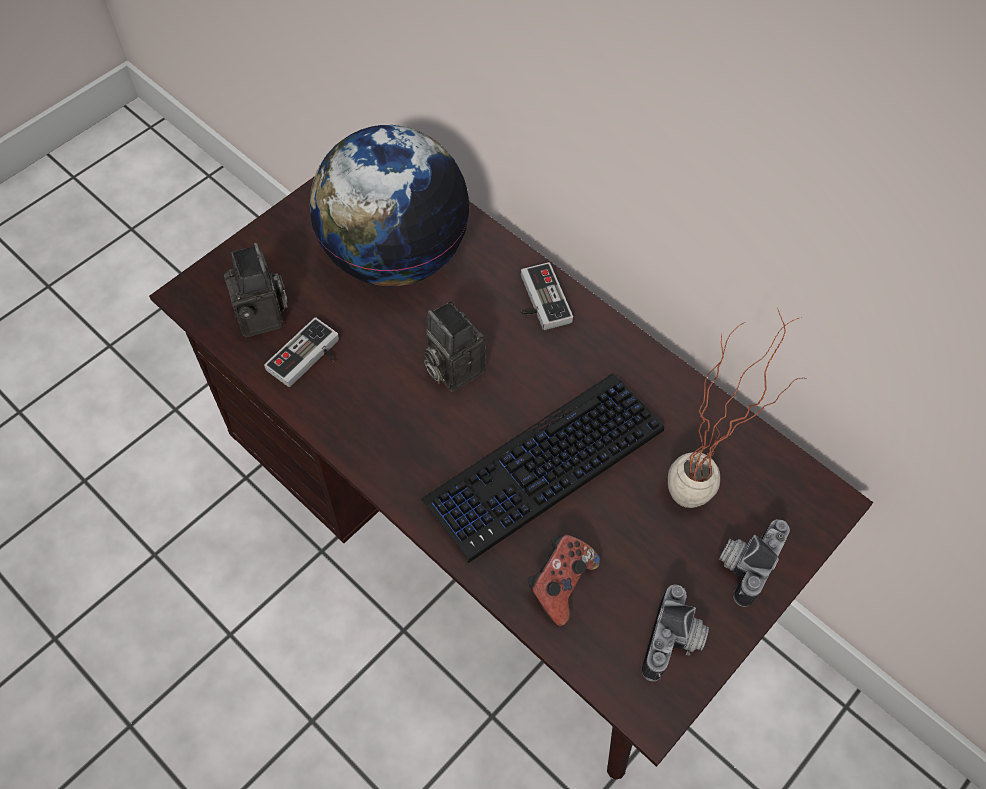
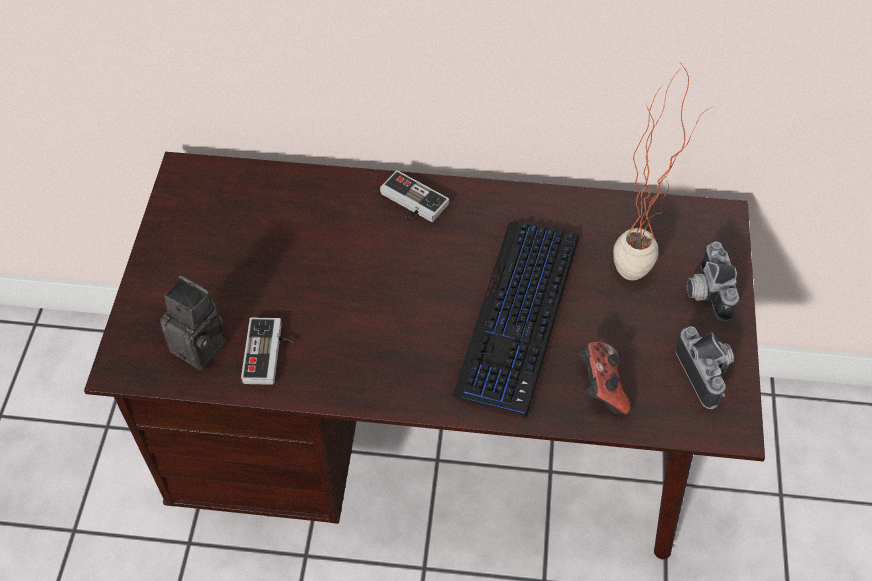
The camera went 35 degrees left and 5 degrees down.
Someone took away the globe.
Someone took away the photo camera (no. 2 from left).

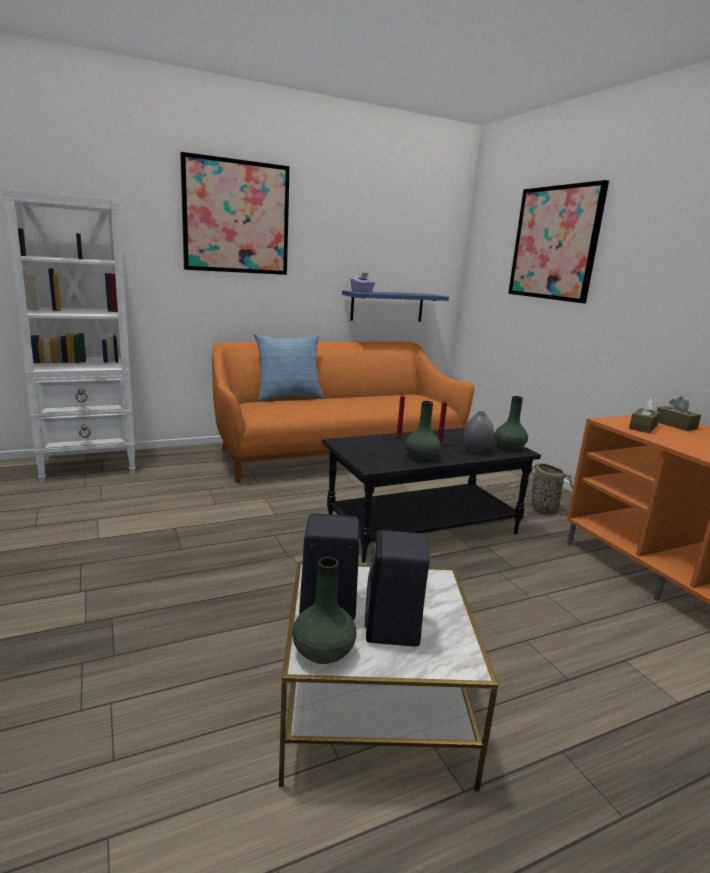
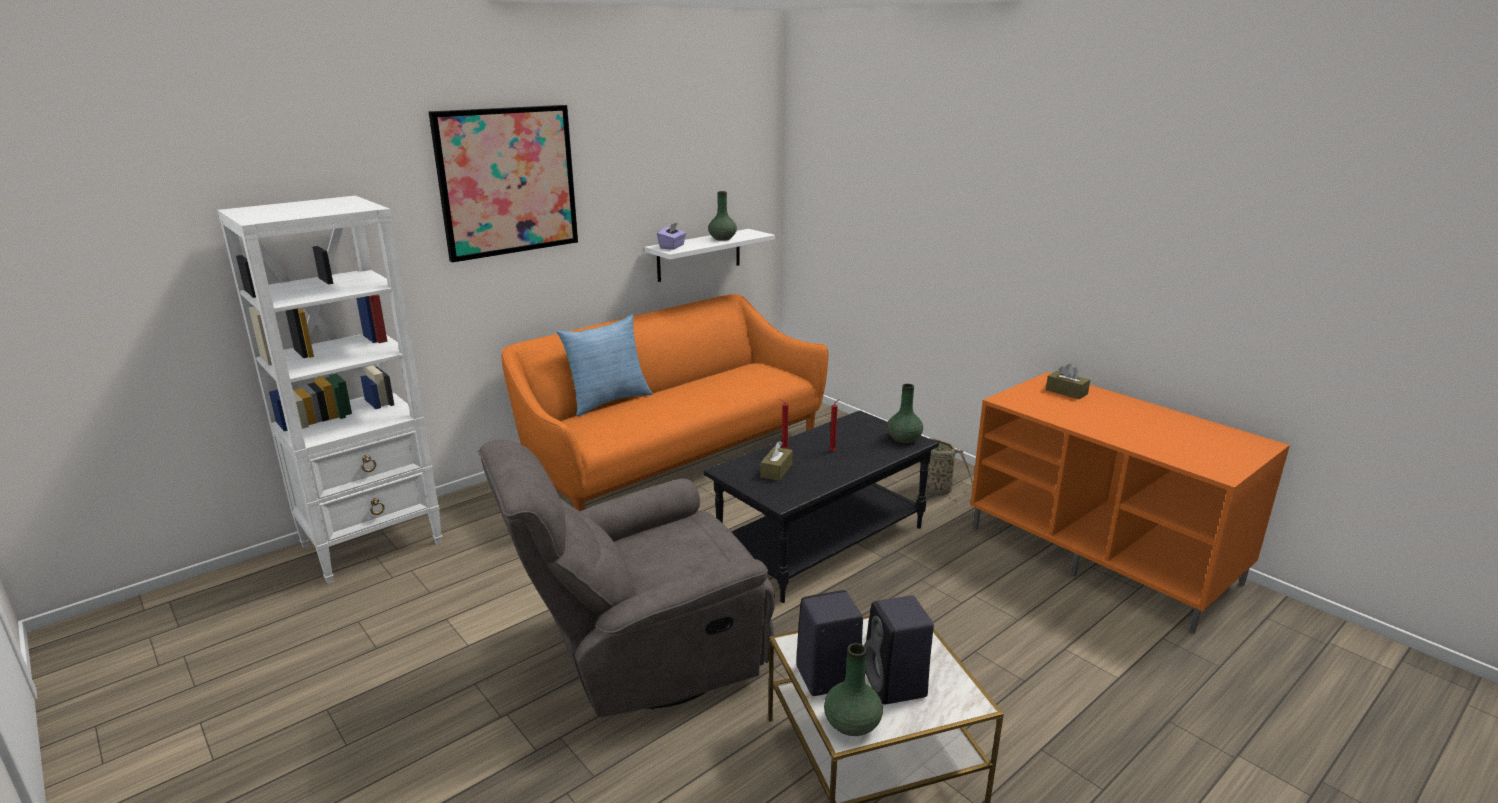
The camera went 15 degrees left and 5 degrees up.
Someone took away the grey vase.
Someone took away the picture (no. 2 from left).
Someone put down the grey armchair.
Someone carried the green vase (no. 2 from left in the first image).
Someone carried the brown tissue box (no. 1 from left).
Someone repainted the blue shelf, which became the white shelf.

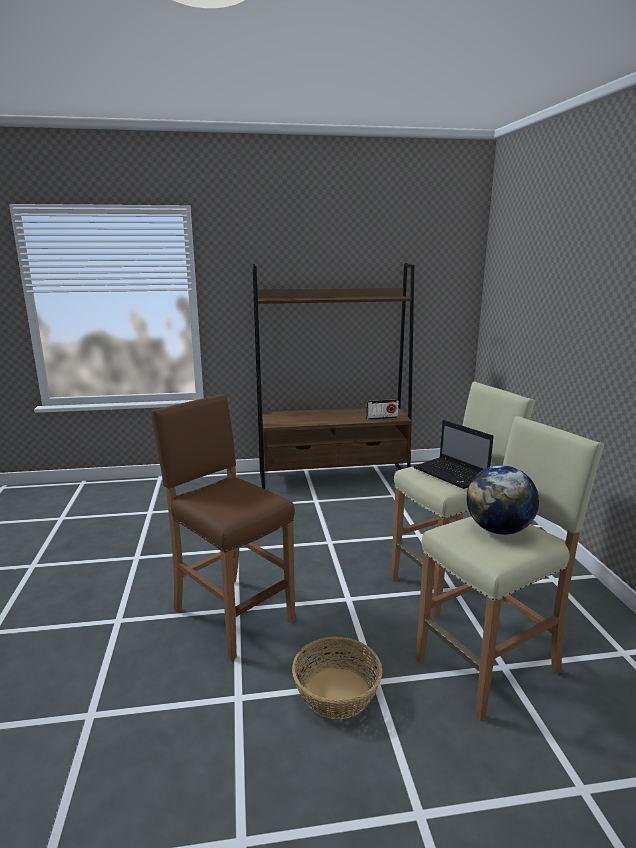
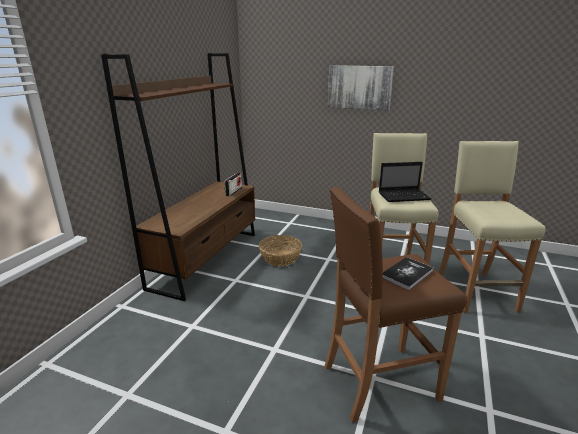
The camera went 60 degrees left and 5 degrees up.
Someone took away the globe.
Someone put up the picture.
Someone put down the book.
Someone carried the basket.

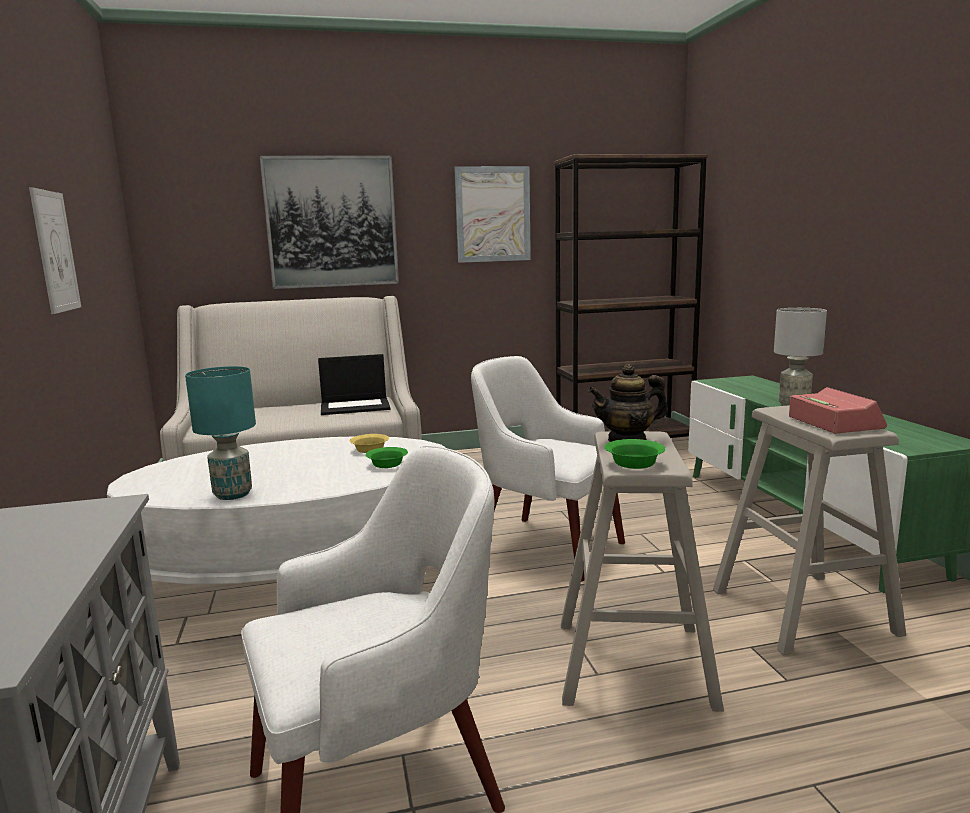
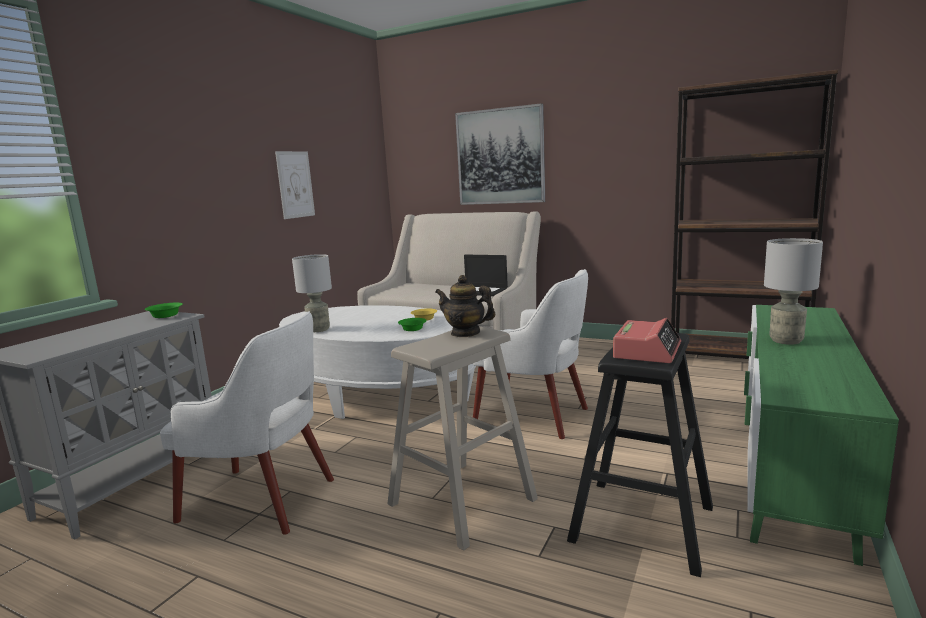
The camera went 40 degrees right and 0 degrees up.
Someone took away the picture (no. 3 from left).
Someone carried the green bowl (no. 2 from left in the first image).
Someone repainted the turquoise table lamp, which became the grey table lamp (no. 1 from left).
Someone repainted the beige stool (no. 2 from left), which became the black stool.
Someone rotated the white armchair (no. 2 from left) by 135 degrees clockwise.

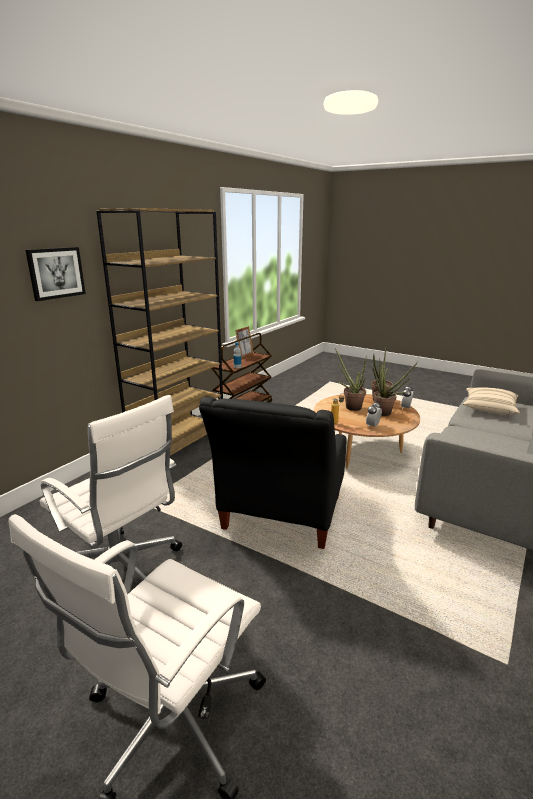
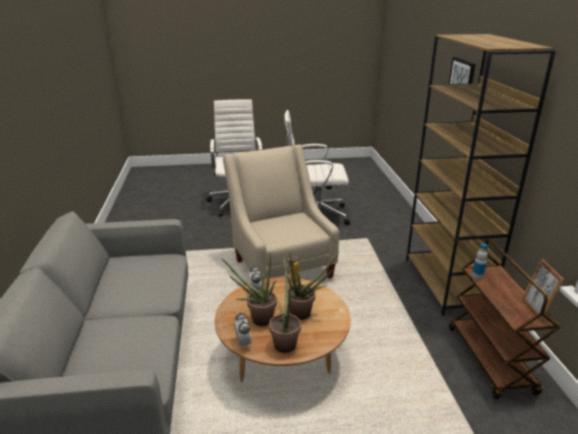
The camera went 140 degrees right and 5 degrees up.
Someone took away the beige pillow.
Someone repainted the black armchair, which became the beige armchair.

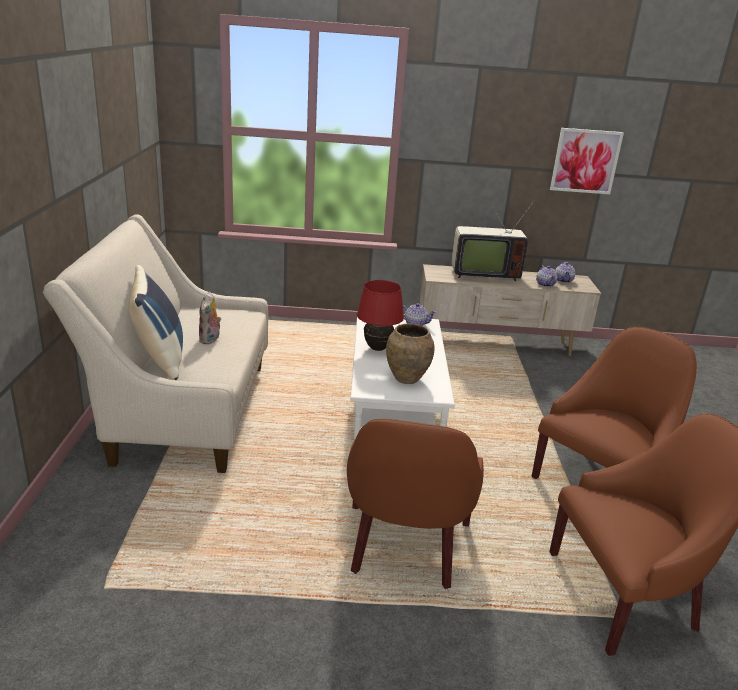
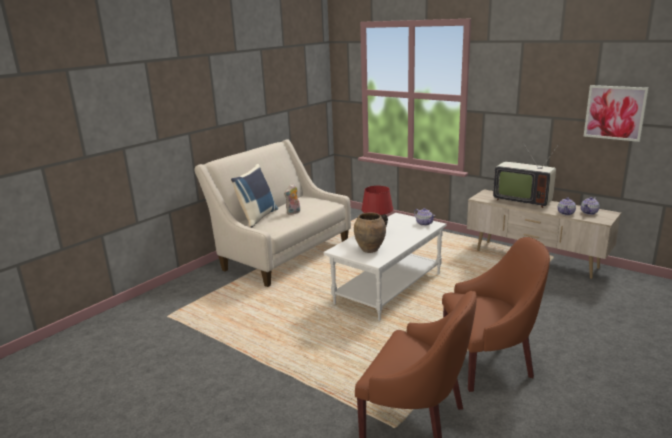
The camera went 40 degrees right and 5 degrees down.
Someone took away the brown armchair (no. 1 from left).

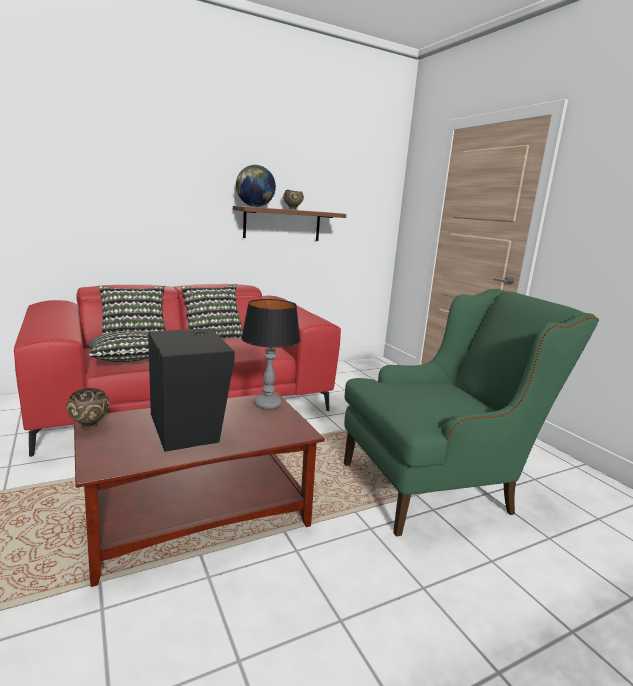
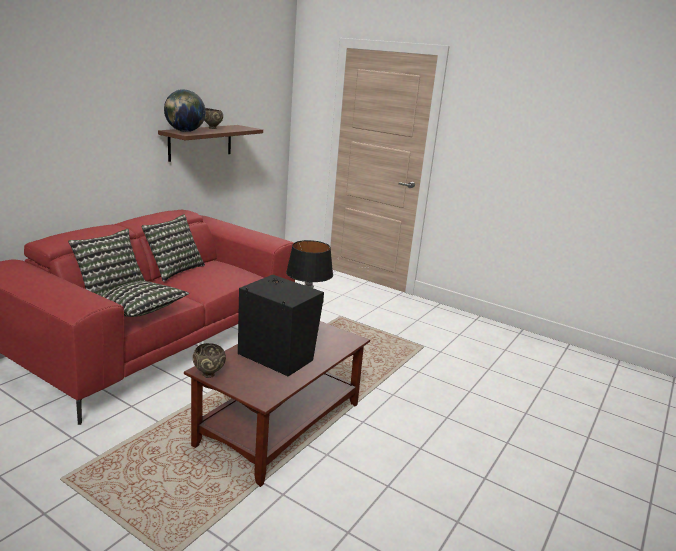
The camera went 30 degrees left and 5 degrees up.
Someone took away the green armchair.

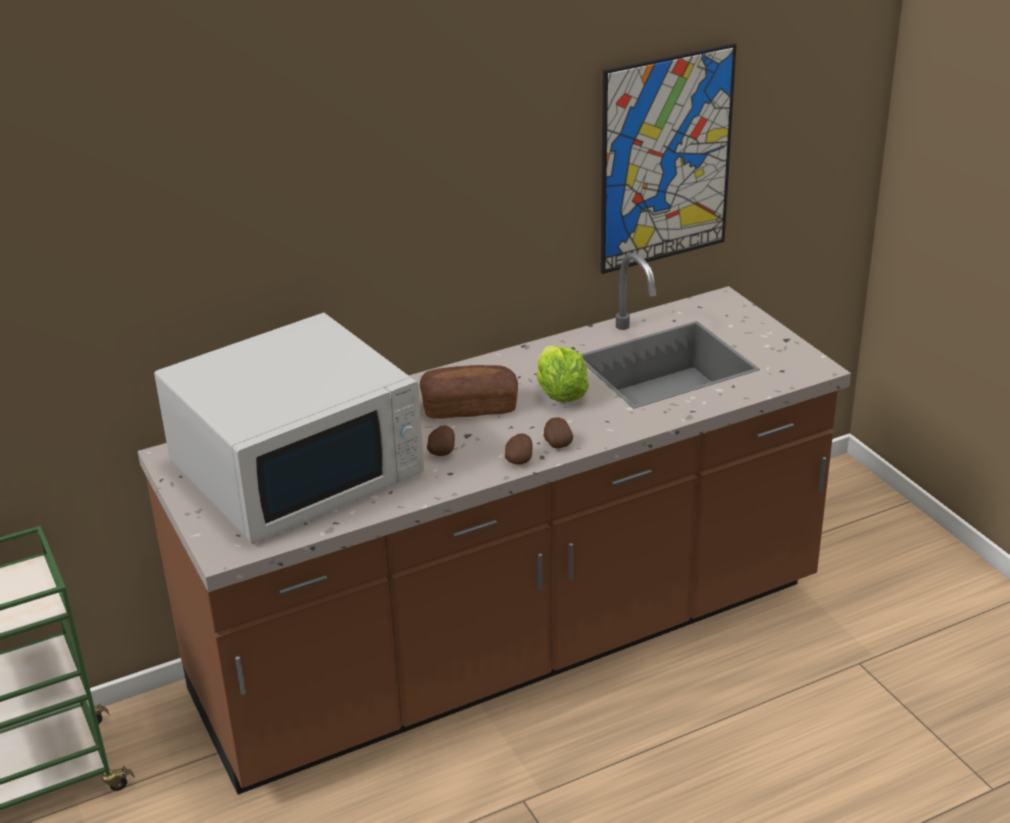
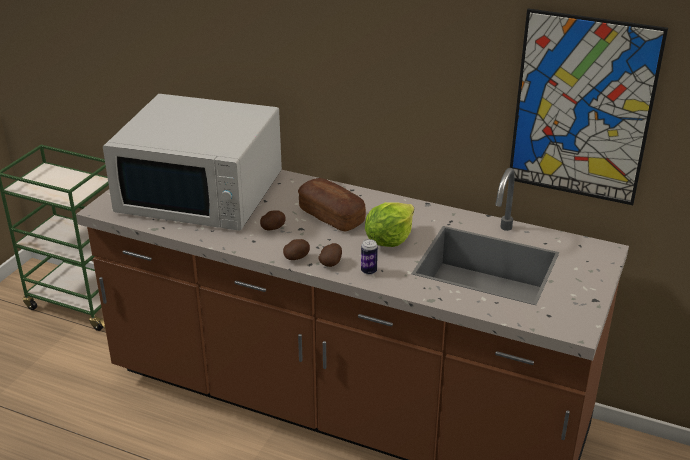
The camera went 50 degrees right and 0 degrees up.
Someone put down the can.

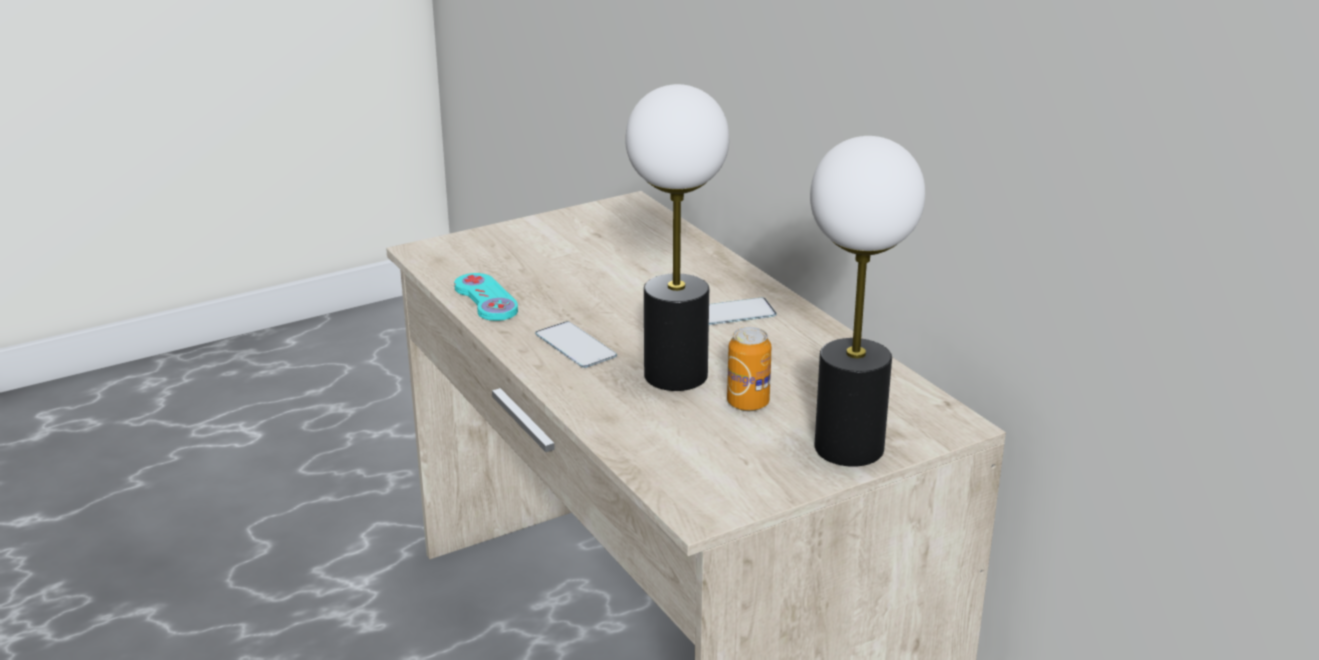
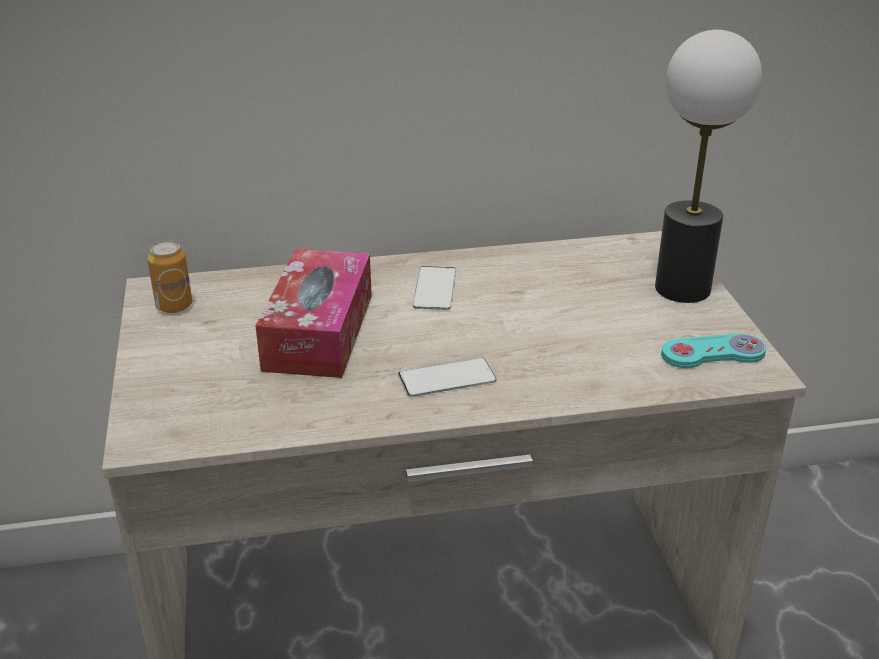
The camera went 70 degrees left and 5 degrees up.
Someone took away the table lamp (no. 1 from left).
Someone put down the tissue box.
Someone carried the turquoise game controller.
Someone carried the can.

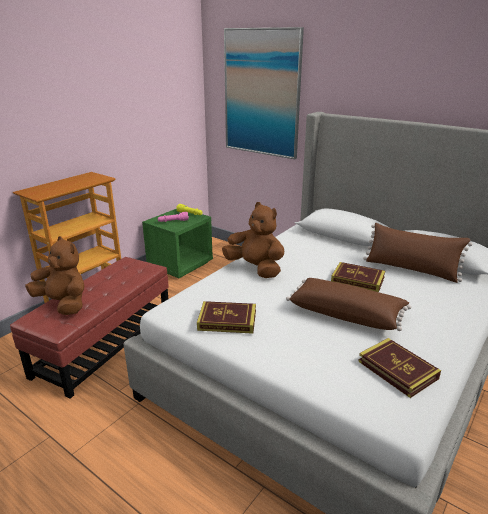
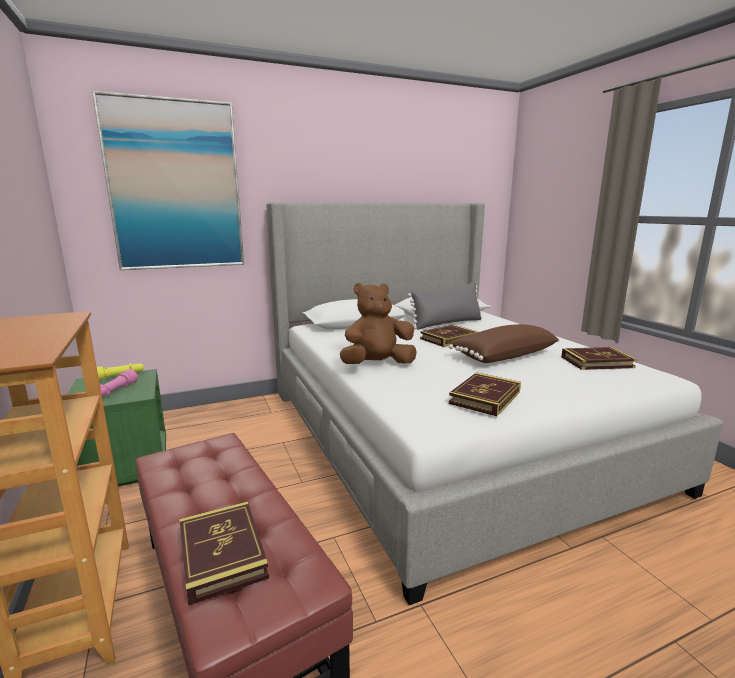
The camera went 60 degrees left and 10 degrees down.
Someone swapped the brown plush toy (no. 1 from left) for the book (no. 1 from left).
Someone repainted the brown pillow (no. 2 from left), which became the grey pillow.

